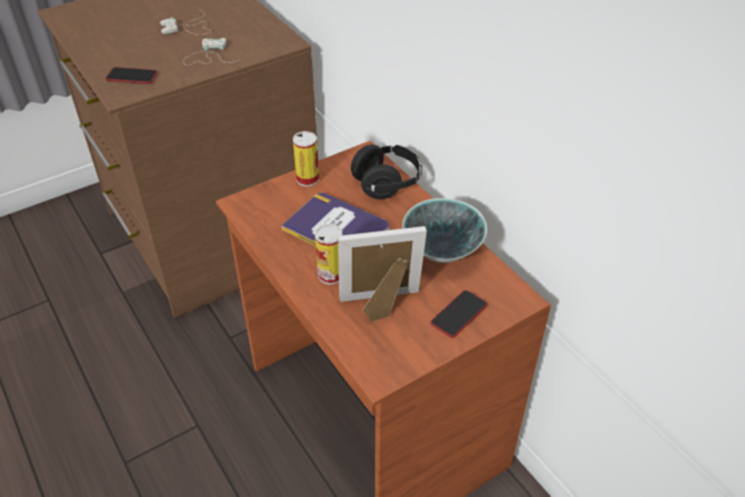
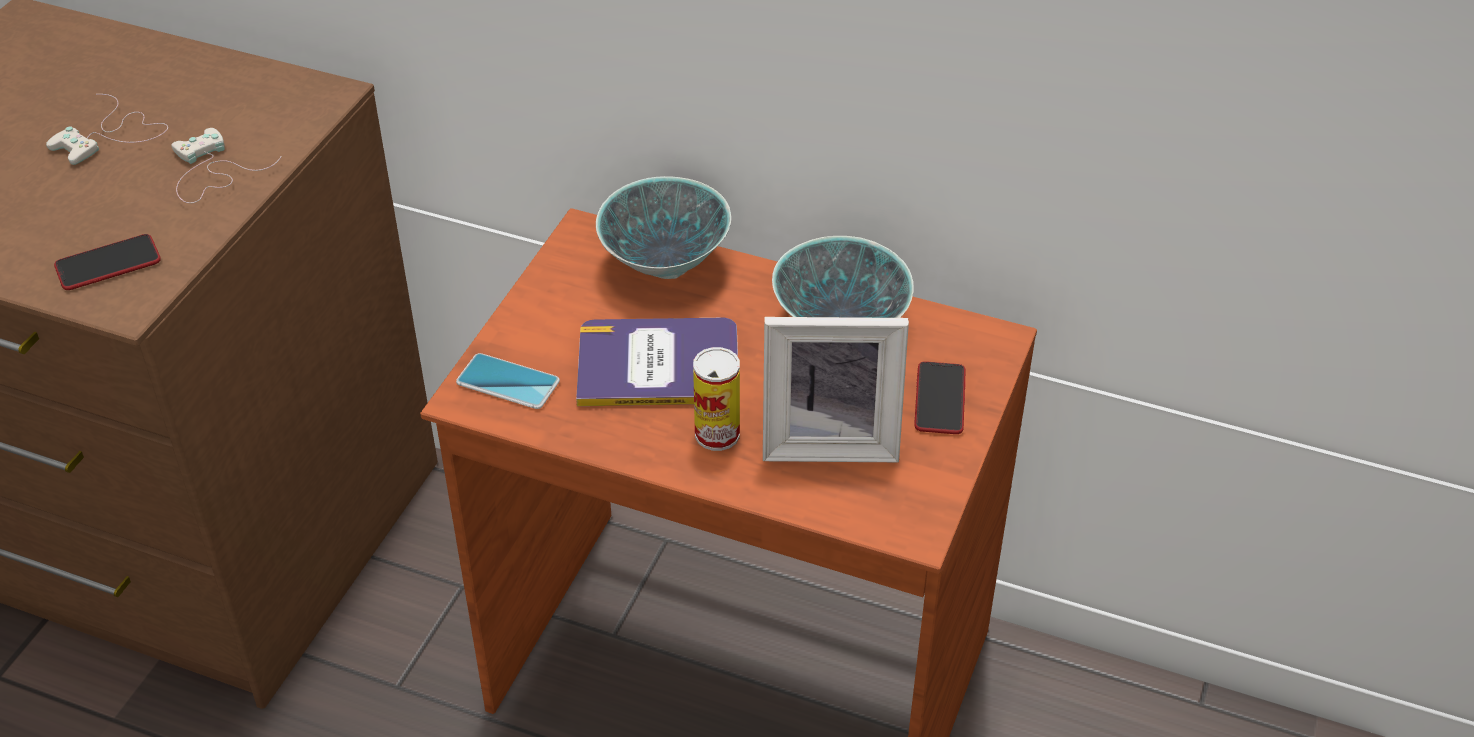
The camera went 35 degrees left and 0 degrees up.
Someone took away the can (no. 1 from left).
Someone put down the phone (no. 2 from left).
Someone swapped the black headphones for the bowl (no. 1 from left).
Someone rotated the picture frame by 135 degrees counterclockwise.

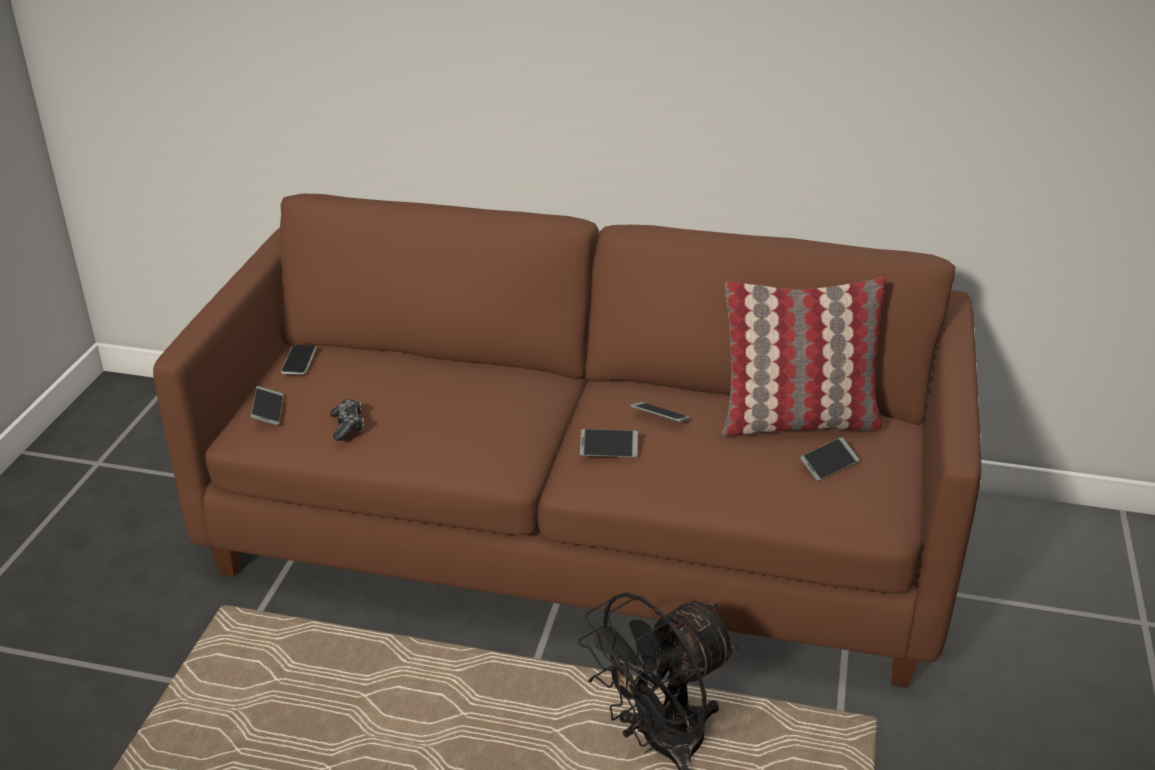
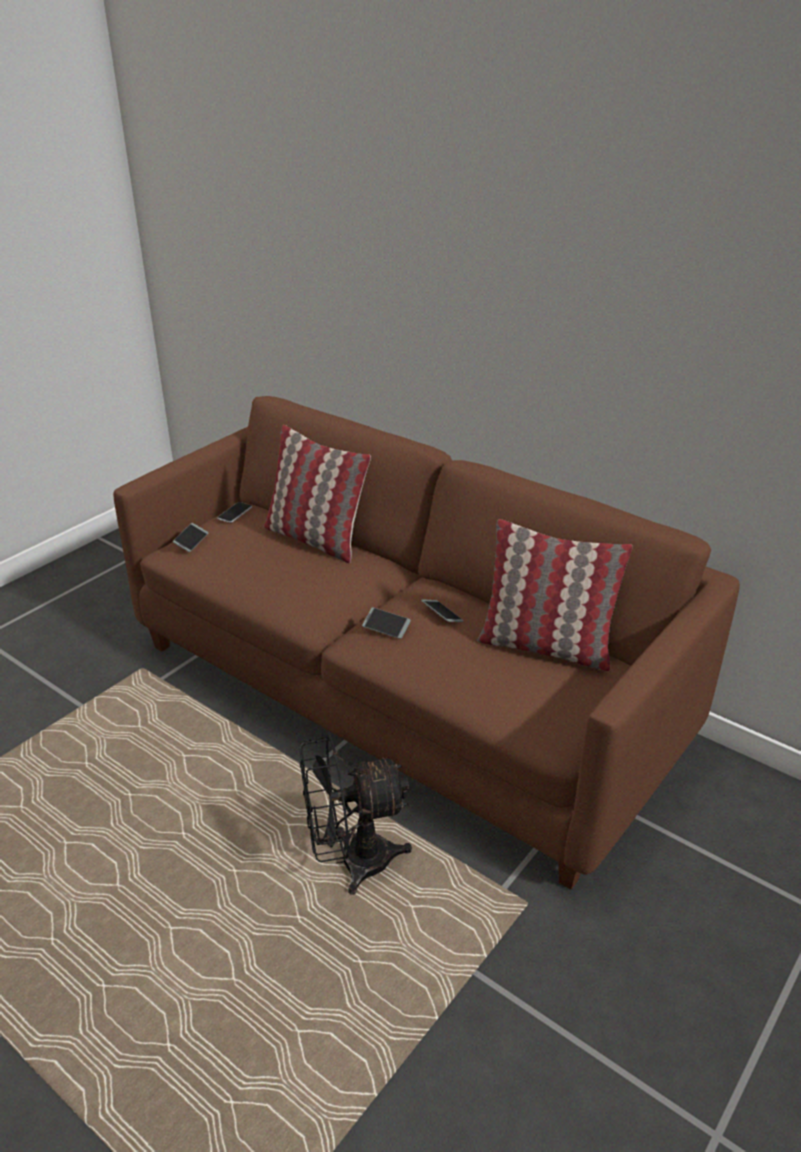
The camera went 25 degrees right and 0 degrees up.
Someone took away the game controller.
Someone took away the phone (no. 5 from left).
Someone put down the pillow (no. 1 from left).

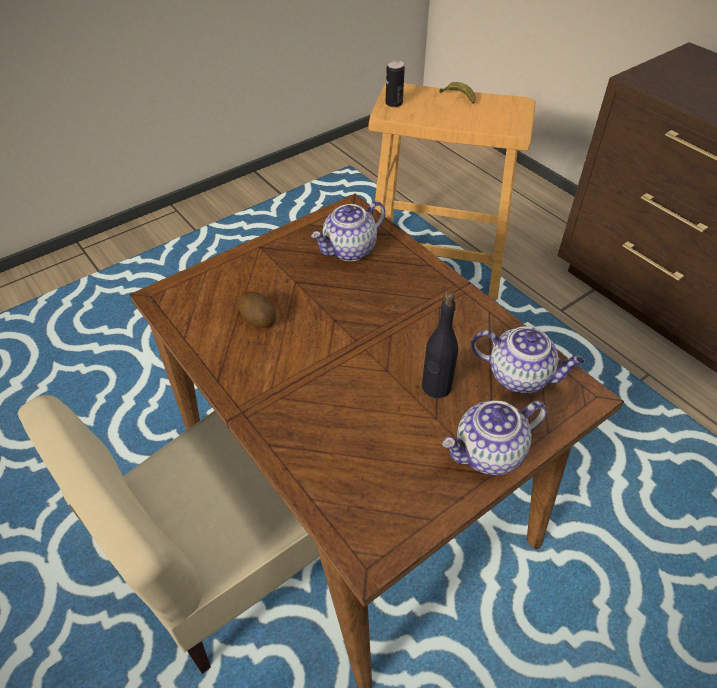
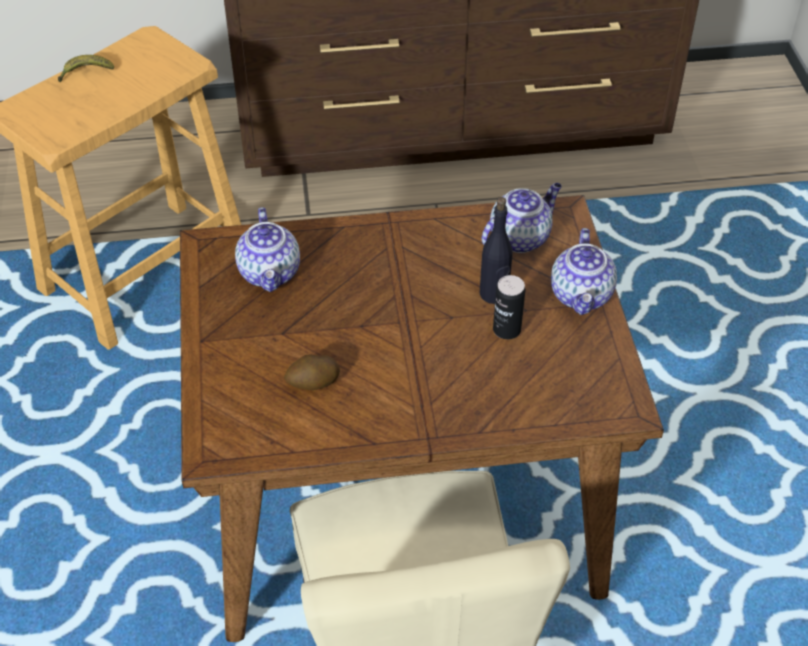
The camera went 60 degrees left and 0 degrees up.
Someone carried the can.

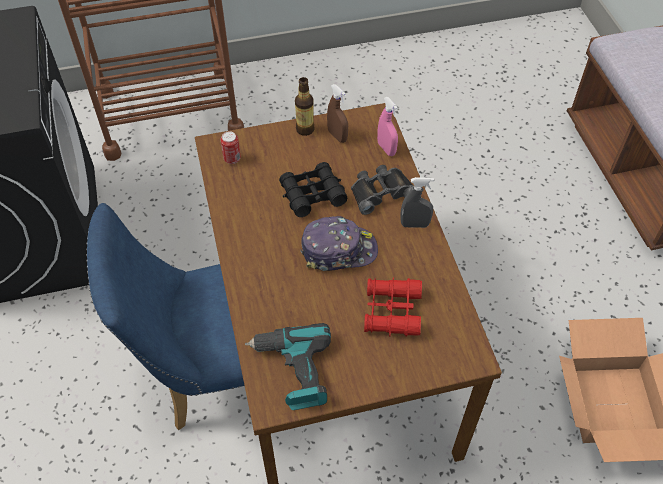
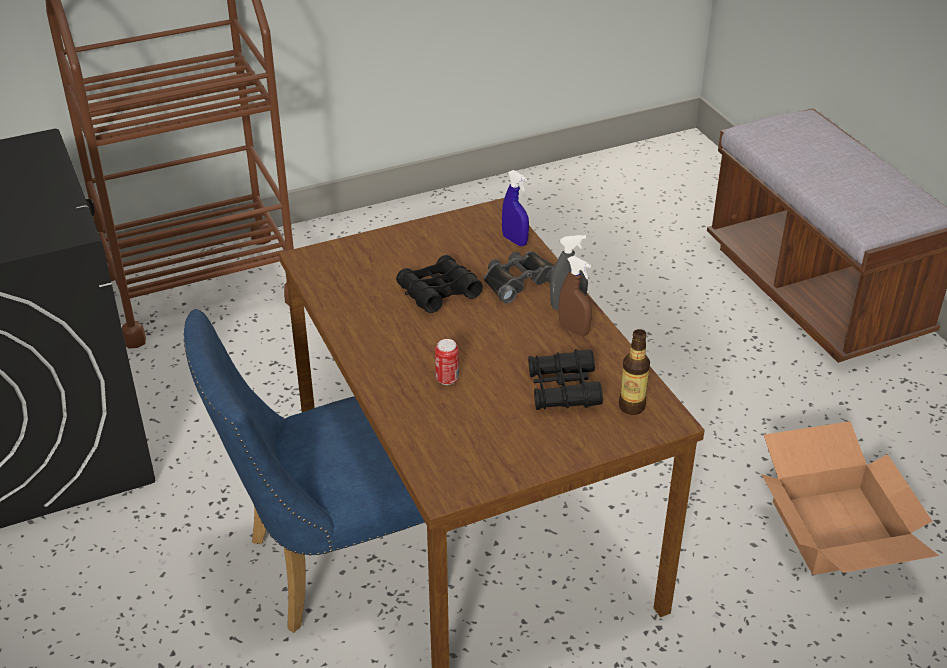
The camera went 10 degrees left and 15 degrees down.
Someone took away the power drill.
Someone took away the cap.
Someone carried the can.
Someone carried the bottle.
Someone carried the brown spray bottle.
Someone repainted the red binoculars, which became the black binoculars (no. 3 from left).
Someone repainted the pink spray bottle, which became the blue spray bottle.

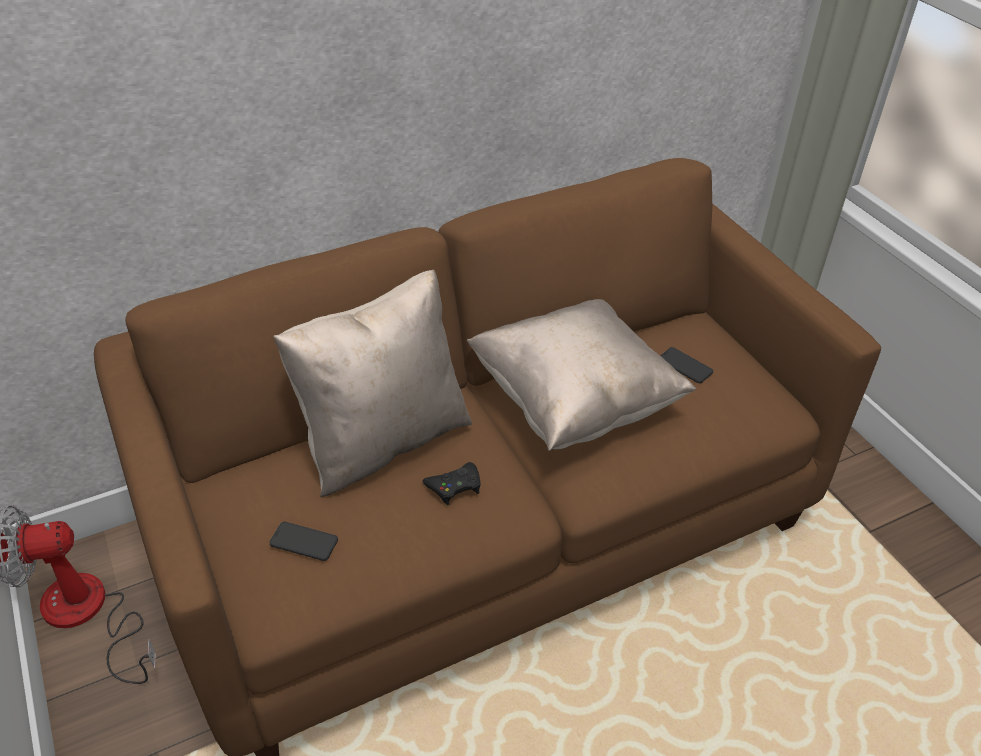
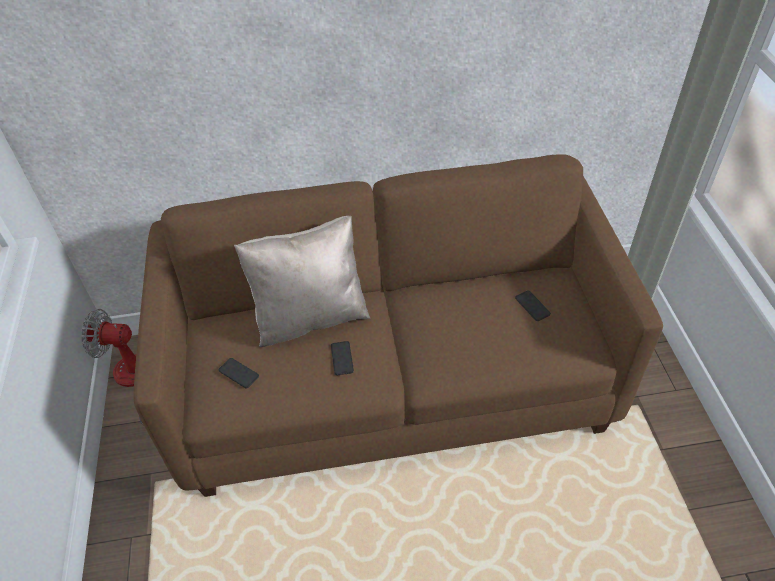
The camera went 20 degrees right and 5 degrees up.
Someone took away the beige pillow (no. 2 from left).
Someone swapped the black game controller for the phone (no. 2 from left).

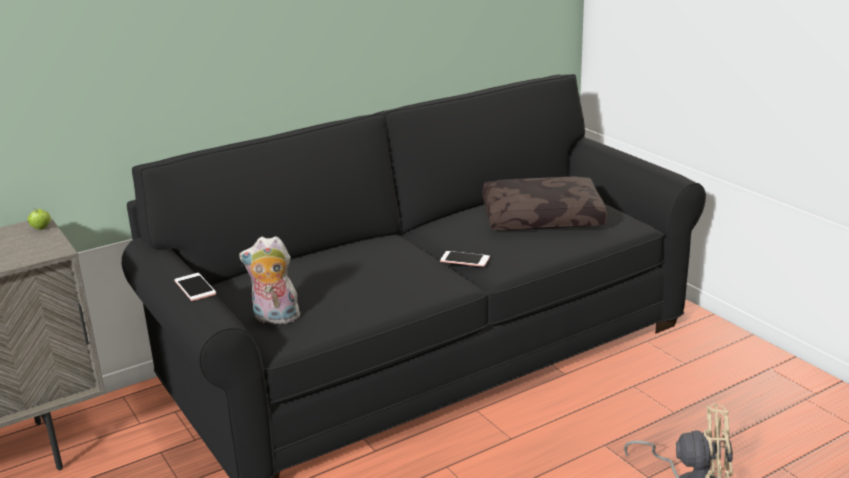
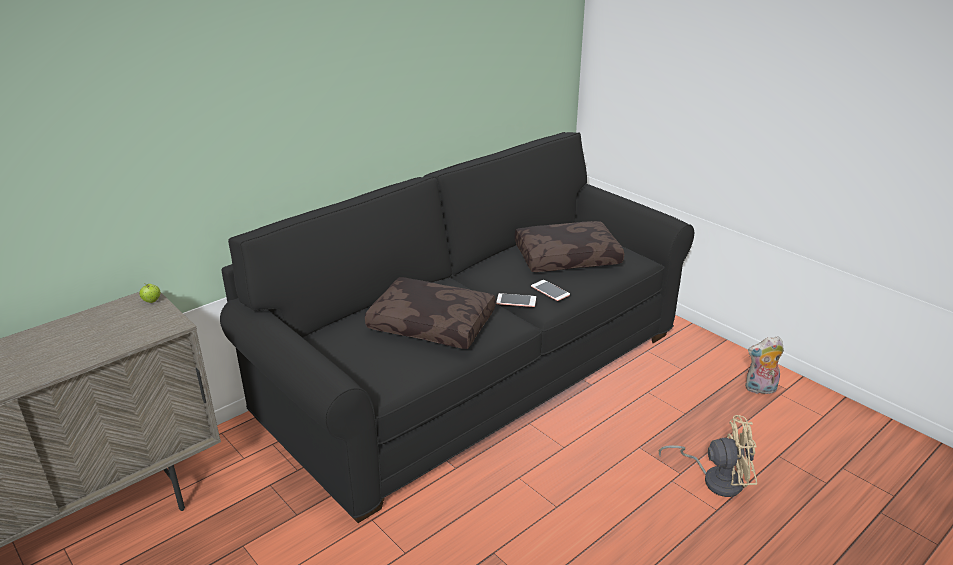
The camera went 10 degrees left and 5 degrees up.
Someone put down the brown pillow (no. 1 from left).
Someone carried the phone (no. 1 from left in the first image).
Someone carried the plush toy.

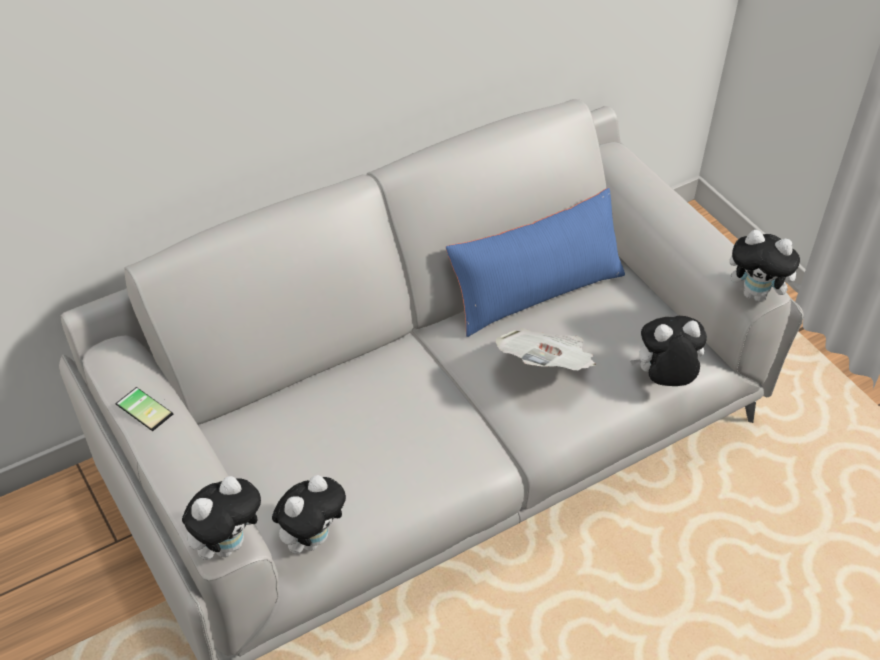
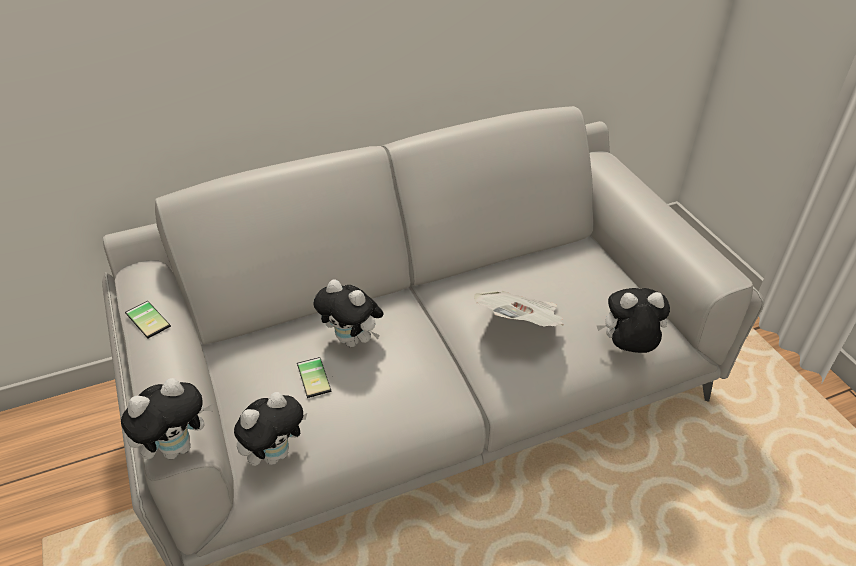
The camera went 10 degrees right and 5 degrees down.
Someone took away the blue pillow.
Someone put down the phone (no. 2 from left).
Someone carried the plush toy (no. 4 from left in the first image).

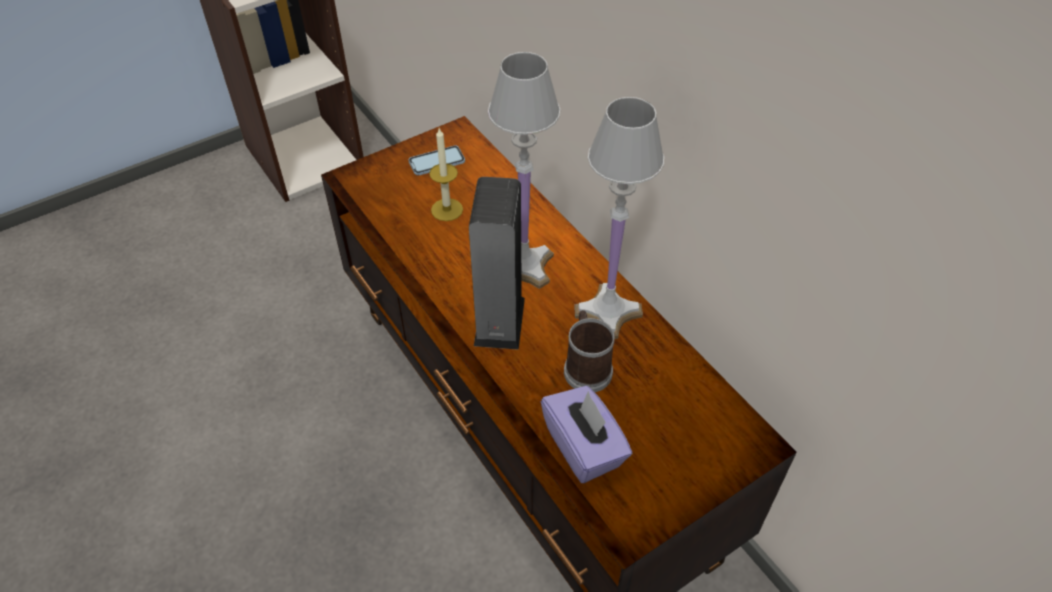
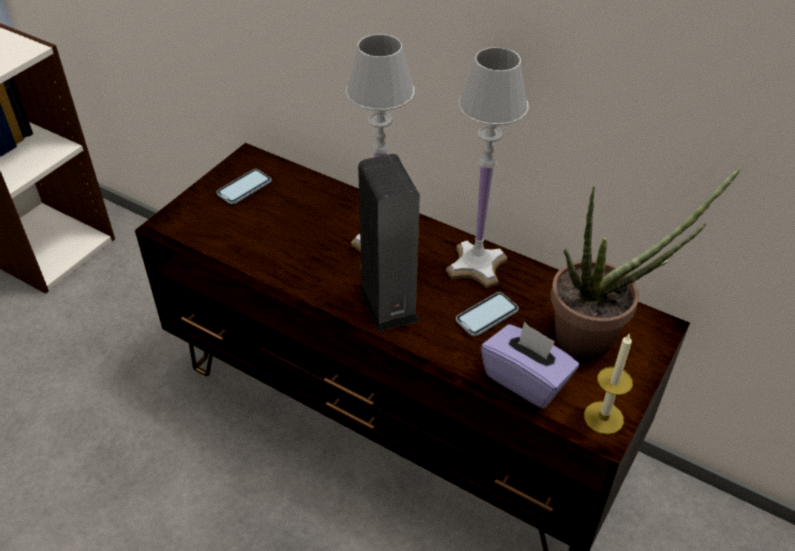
The camera went 25 degrees left and 5 degrees down.
Someone put down the potted plant.
Someone carried the candle.
Someone swapped the mug for the phone (no. 2 from left).

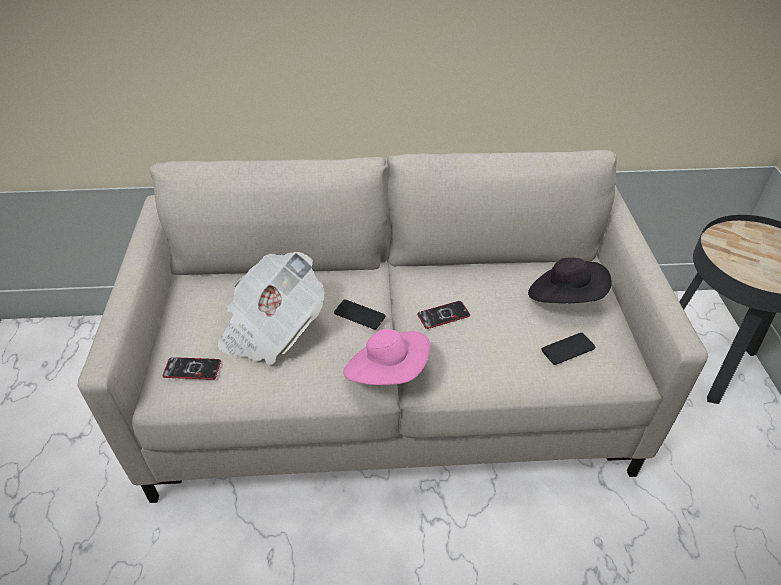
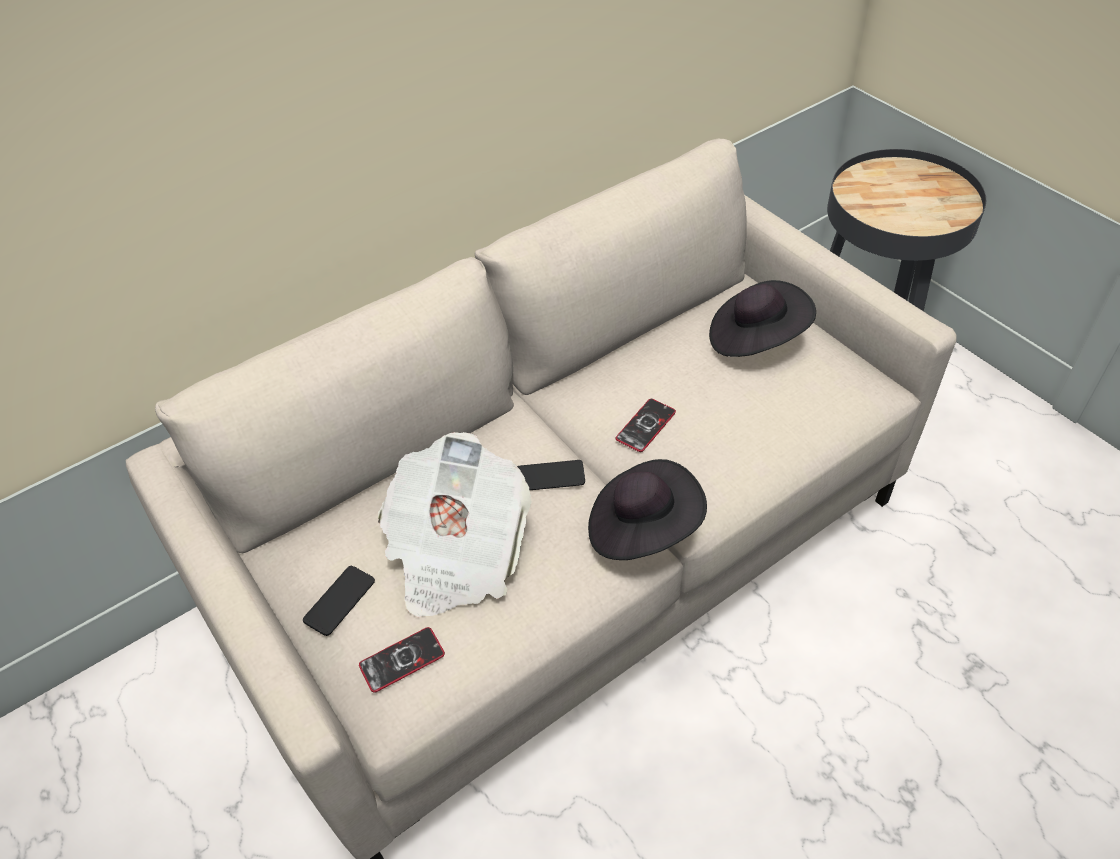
The camera went 30 degrees left and 5 degrees up.
Someone carried the phone (no. 4 from left in the first image).
Someone repainted the pink hat, which became the black hat (no. 1 from left).

